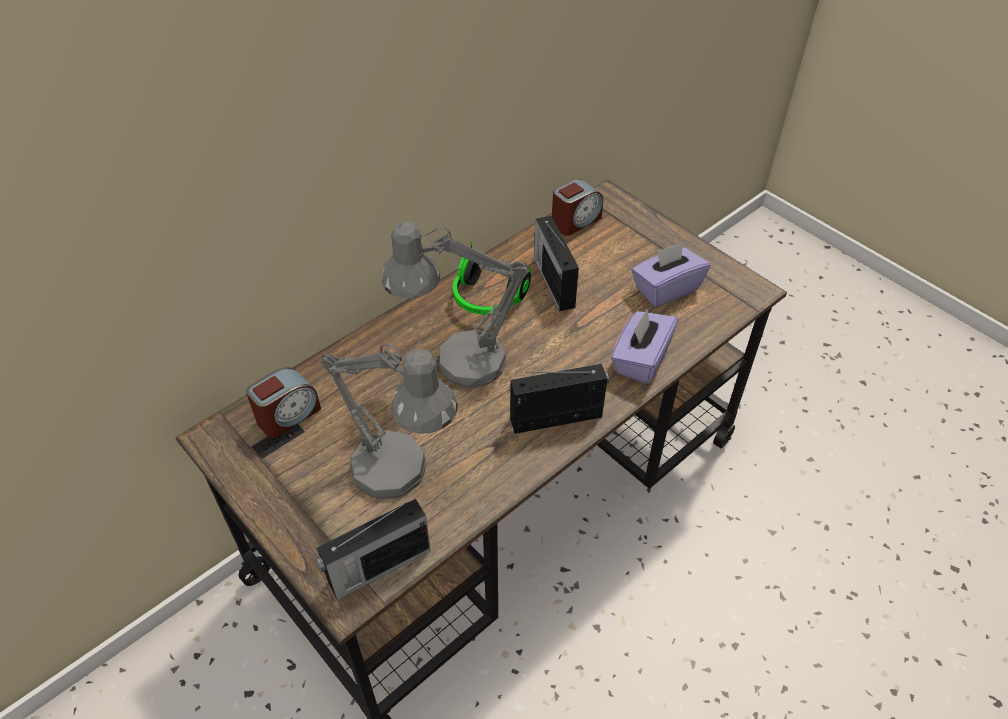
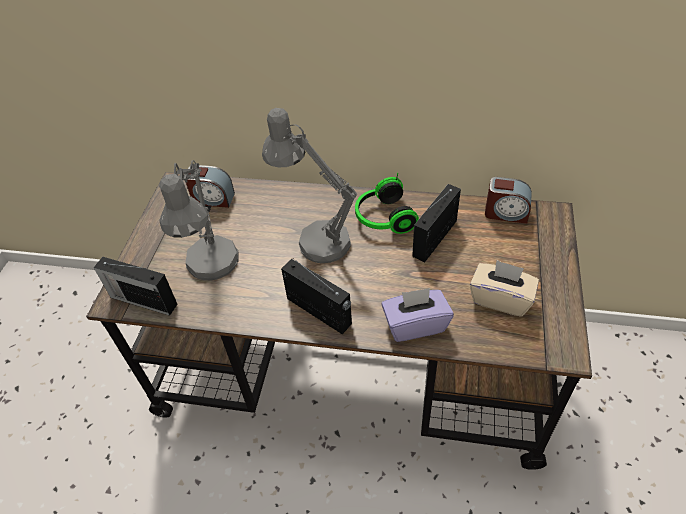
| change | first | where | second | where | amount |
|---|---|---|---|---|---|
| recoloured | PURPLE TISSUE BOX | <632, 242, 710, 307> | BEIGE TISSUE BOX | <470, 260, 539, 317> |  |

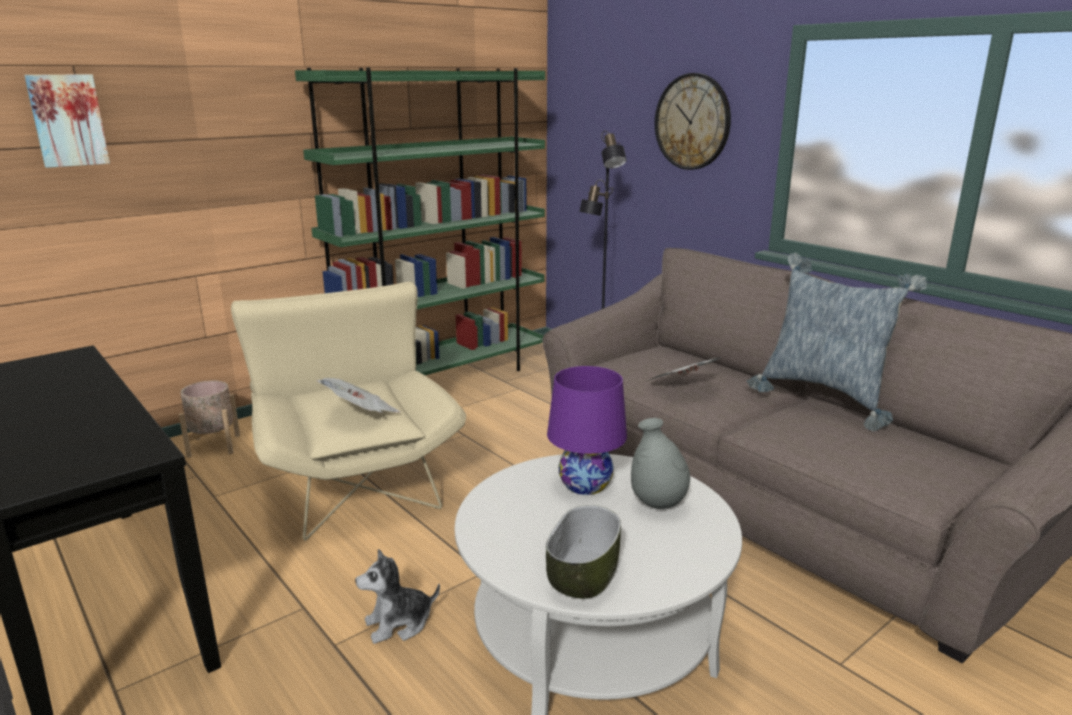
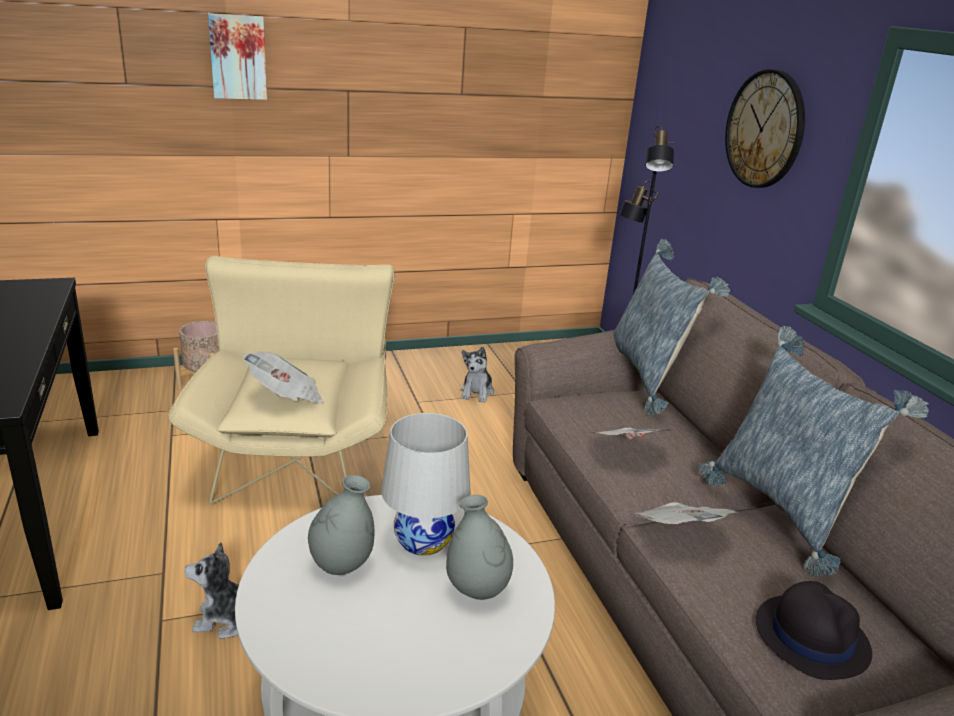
| change | first | where | second | where | amount |
|---|---|---|---|---|---|
| removed | GREEN BOOKCASE | <295, 68, 545, 375> |  |  |  |
| moved | PICTURE | <24, 75, 110, 168> |  | <208, 13, 267, 100> |  |
| recoloured | PURPLE TABLE LAMP | <547, 366, 627, 495> | WHITE TABLE LAMP | <381, 413, 471, 556> |  |
| removed | BOWL | <546, 505, 621, 599> |  |  |  |
| added |  |  | PILLOW | <613, 239, 730, 416> |  |
| added |  |  | PLUSH TOY | <461, 347, 494, 403> |  |
| added |  |  | GREY VASE | <308, 475, 375, 575> |  |
| added |  |  | NEWSPAPER | <634, 502, 738, 524> |  |
| added |  |  | BLACK HAT | <756, 581, 872, 680> |  |

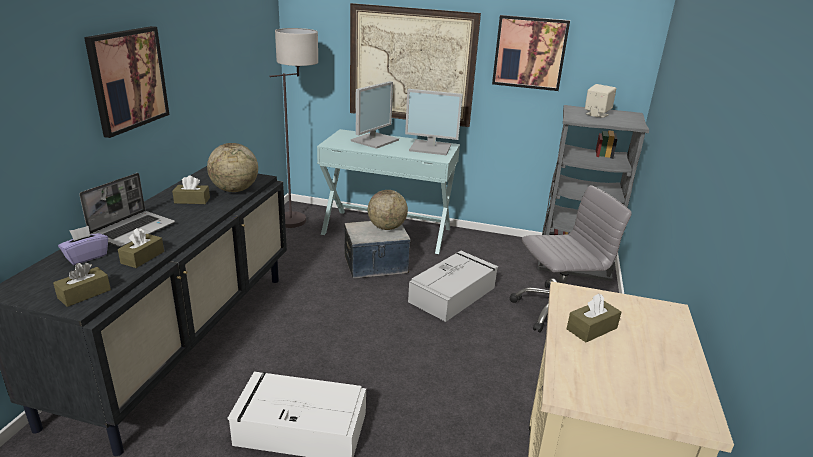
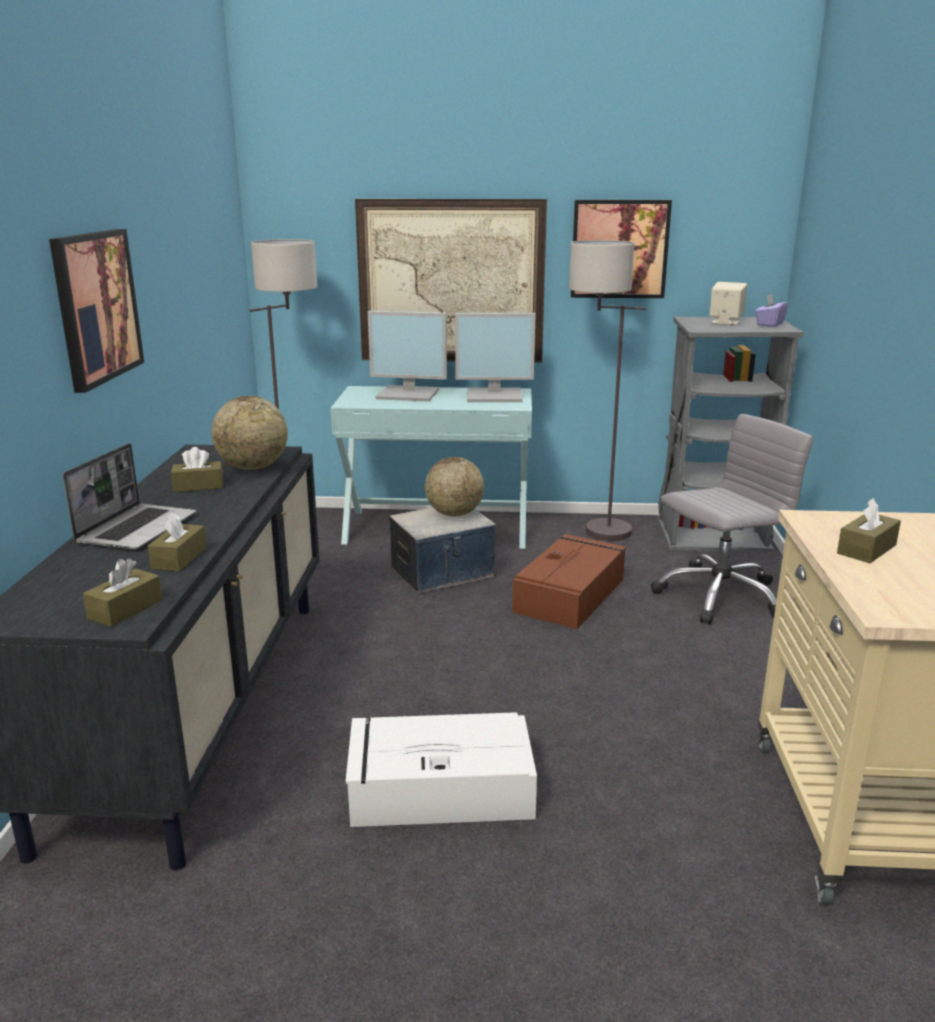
| change | first | where | second | where | amount |
|---|---|---|---|---|---|
| turned | MONITOR | <351, 81, 399, 149> |  | <368, 311, 447, 402> | 75 degrees clockwise |
| moved | PURPLE TISSUE BOX | <58, 226, 108, 265> |  | <755, 294, 788, 327> |  |
| recoloured | GREY STORAGE BOX | <408, 251, 498, 322> | BROWN STORAGE BOX | <512, 534, 626, 629> |  |
| added |  |  | GREY FLOOR LAMP | <569, 240, 647, 541> |  |

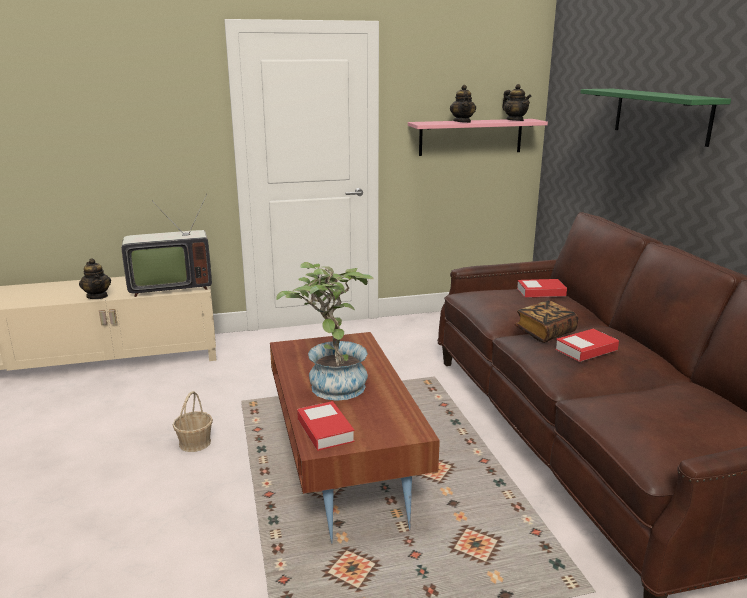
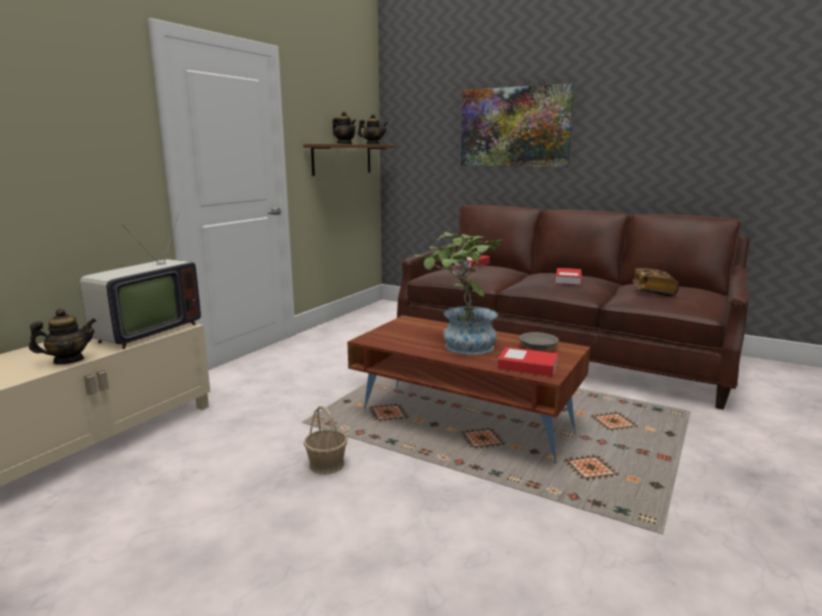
| change | first | where | second | where | amount |
|---|---|---|---|---|---|
| replaced | GREEN SHELF | <580, 89, 731, 147> | PICTURE | <461, 83, 575, 167> |  |
| recoloured | PINK SHELF | <408, 119, 548, 156> | BROWN SHELF | <303, 144, 395, 176> |  |
| turned | TEAPOT | <79, 258, 111, 299> |  | <29, 308, 96, 364> | 45 degrees counterclockwise |
| moved | BOOK | <515, 300, 578, 343> |  | <632, 268, 679, 296> |  |
| added |  |  | GREY BOWL | <519, 332, 559, 350> |  |

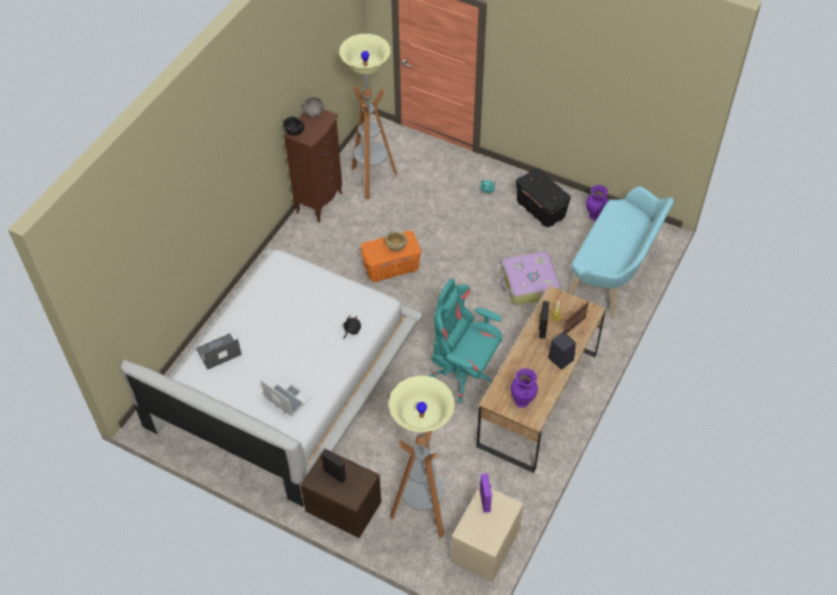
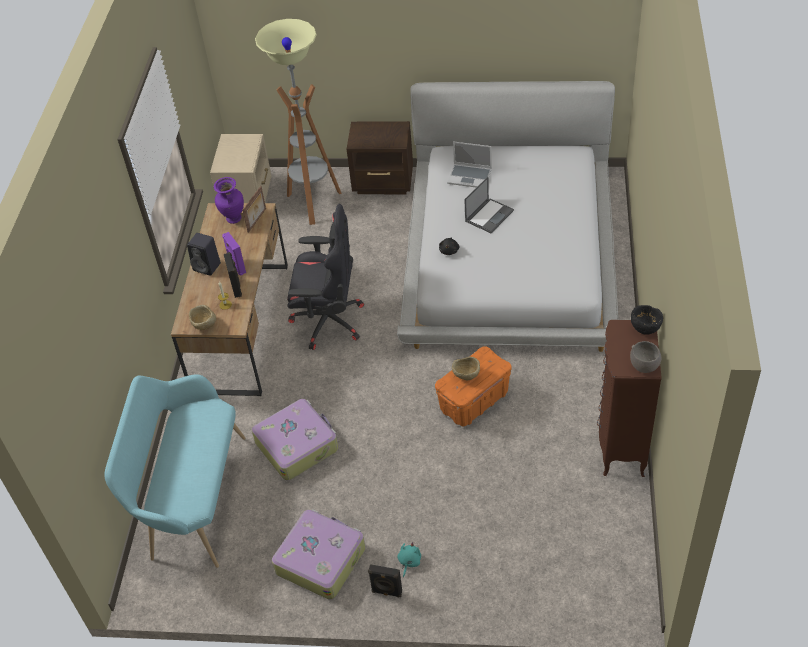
| change | first | where | second | where | amount |
|---|---|---|---|---|---|
| removed | FLOOR LAMP | <339, 34, 397, 199> |  |  |  |
| replaced | BLACK STORAGE BOX | <516, 168, 571, 227> | SUITCASE | <272, 509, 366, 600> |  |
| removed | PURPLE VASE | <586, 185, 608, 220> |  |  |  |
| recoloured | TURQUOISE OFFICE CHAIR | <430, 278, 502, 403> | BLACK OFFICE CHAIR | <287, 204, 364, 350> |  |
| moved | PICTURE FRAME | <563, 301, 589, 334> |  | <242, 186, 266, 233> |  |
| moved | LAPTOP | <196, 333, 242, 370> |  | <464, 177, 514, 233> |  |
| moved | BLACK SPEAKER | <321, 450, 347, 484> |  | <368, 564, 402, 597> |  |
| moved | PURPLE SPEAKER | <480, 473, 492, 513> |  | <222, 232, 246, 276> |  |
| added |  |  | BEIGE BOWL | <189, 305, 216, 330> |  |

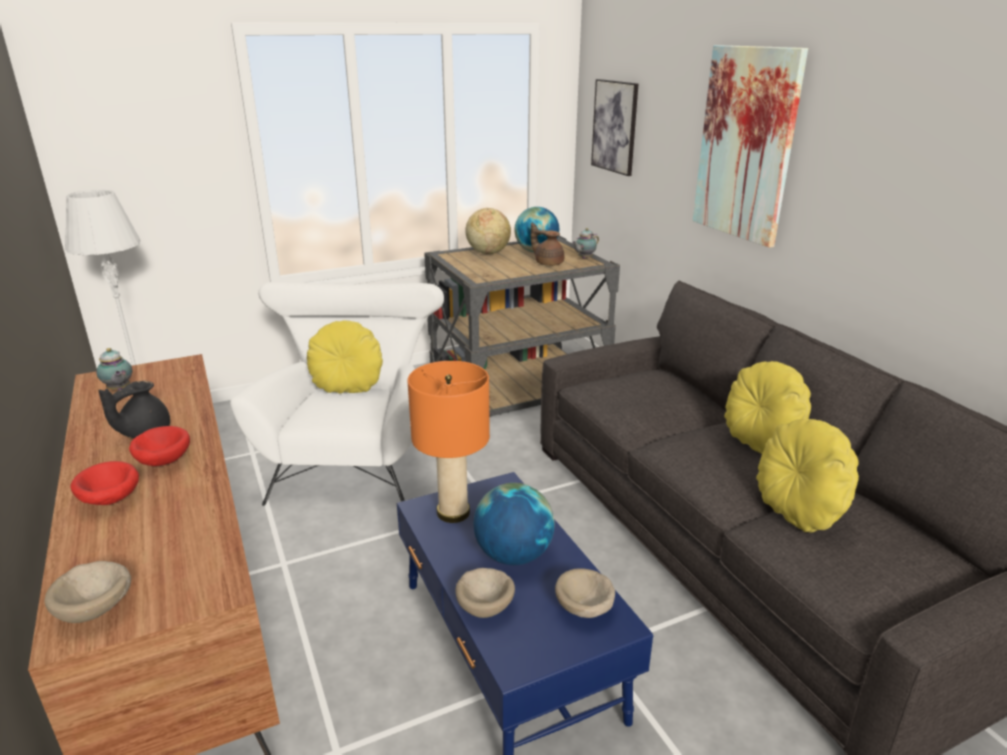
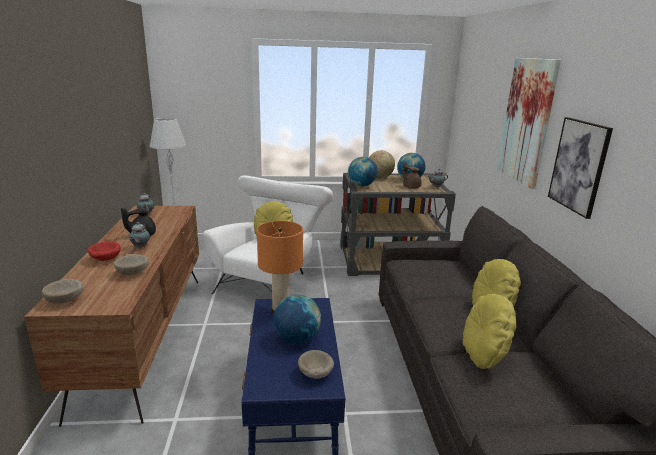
| change | first | where | second | where | amount |
|---|---|---|---|---|---|
| moved | PICTURE | <591, 79, 638, 176> |  | <548, 117, 613, 219> |  |
| replaced | RED BOWL | <129, 426, 190, 466> | TEAPOT | <129, 222, 150, 249> |  |
| moved | BEIGE BOWL | <456, 568, 515, 618> |  | <114, 254, 149, 275> |  |
| added |  |  | GLOBE | <348, 157, 377, 187> |  |

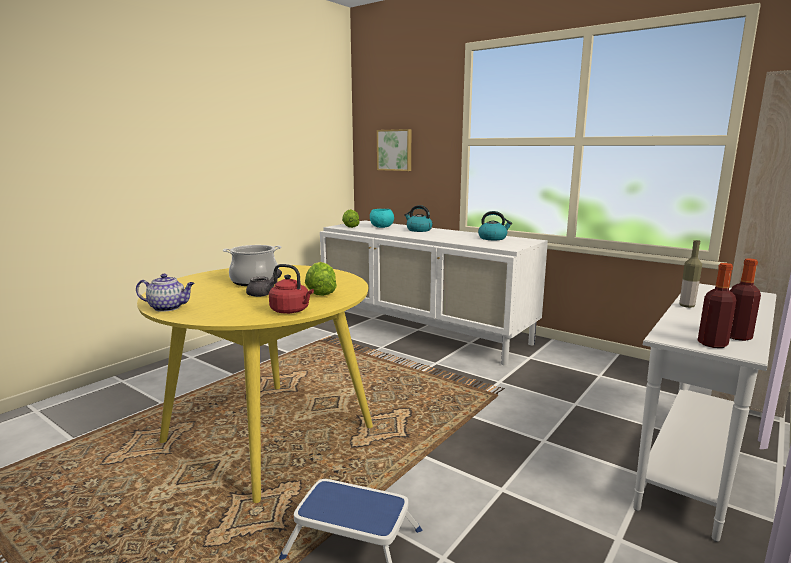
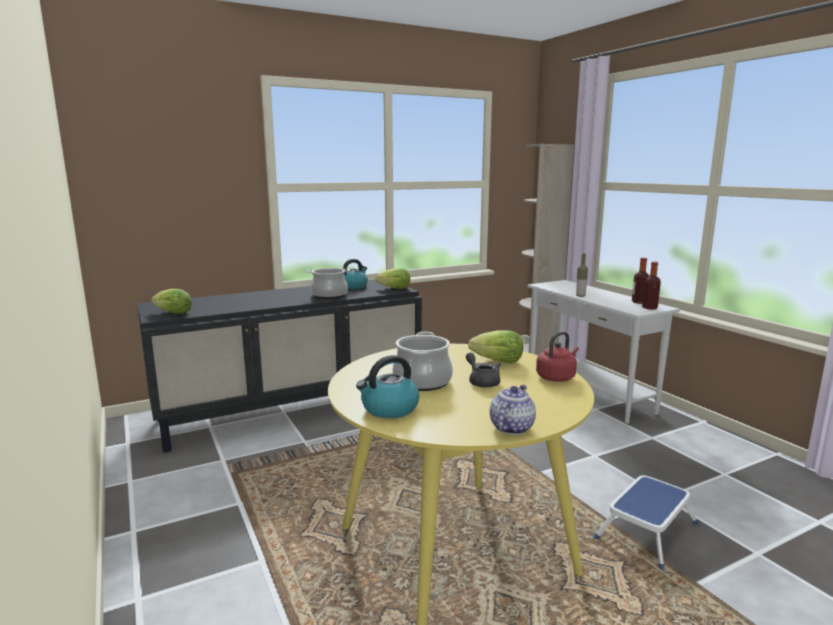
| change | first | where | second | where | amount |
|---|---|---|---|---|---|
| removed | PICTURE | <377, 129, 411, 171> |  |  |  |
| moved | KETTLE | <404, 205, 433, 232> |  | <356, 355, 419, 418> |  |
| removed | TURQUOISE BOWL | <370, 209, 394, 228> |  |  |  |
| recoloured | WHITE CABINET | <320, 220, 548, 366> | BLACK CABINET | <137, 279, 422, 452> |  |
| added |  |  | COOKING POT | <307, 268, 350, 299> |  |
| added |  |  | LETTUCE | <376, 268, 410, 289> |  |

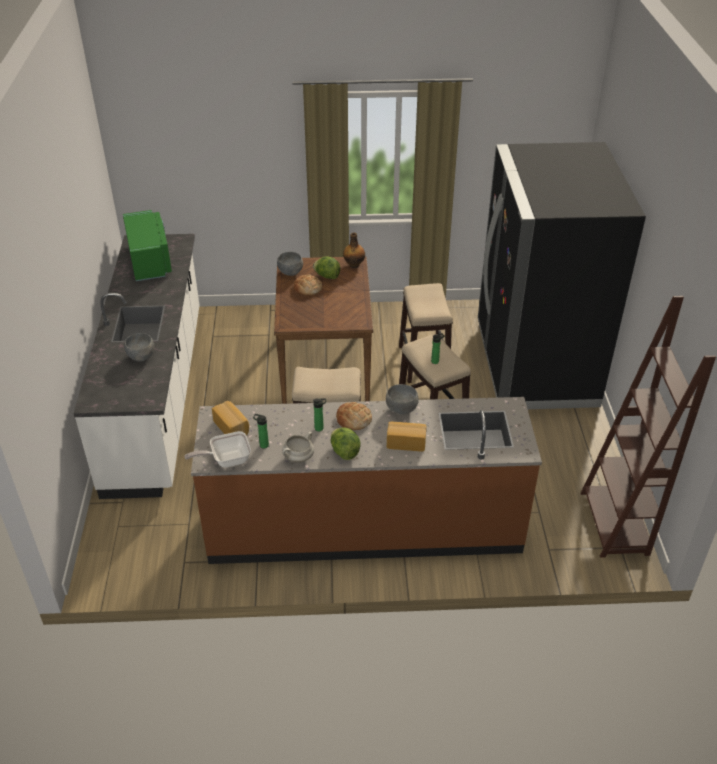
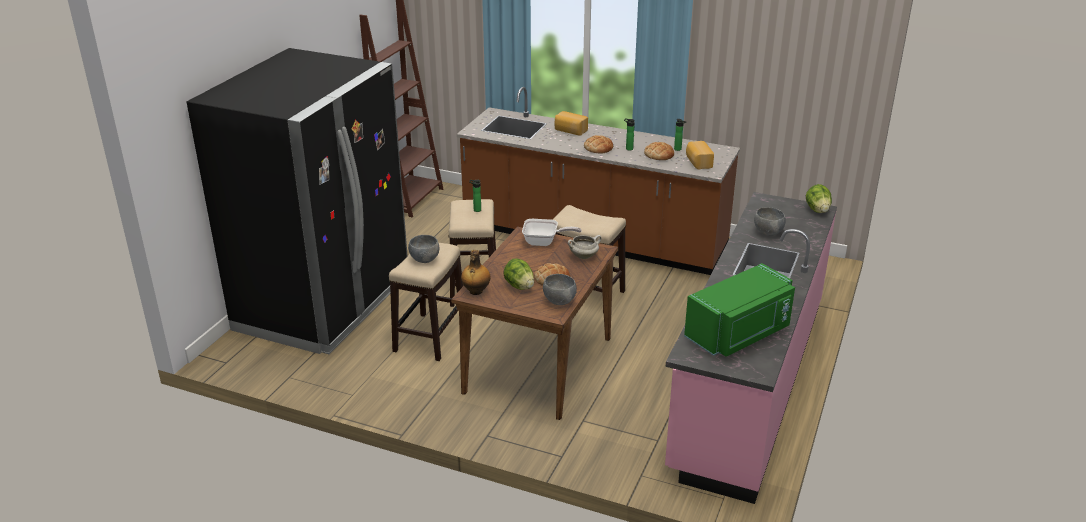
| change | first | where | second | where | amount |
|---|---|---|---|---|---|
| turned | GREEN MICROWAVE | <123, 210, 172, 281> |  | <684, 263, 795, 357> | 135 degrees counterclockwise |
| recoloured | WHITE COUNTER | <73, 234, 200, 499> | PINK COUNTER | <665, 192, 837, 504> |  |
| moved | GREY BOWL | <386, 384, 419, 414> |  | <408, 235, 440, 263> |  |
| moved | LETTUCE | <331, 427, 361, 460> |  | <806, 184, 832, 213> |  |
| moved | FRYING PAN | <185, 431, 251, 468> |  | <522, 219, 582, 246> |  |
| moved | WHITE COOKING POT | <282, 432, 314, 463> |  | <568, 235, 601, 259> |  |
| added |  |  | BREAD | <644, 142, 674, 160> |  |

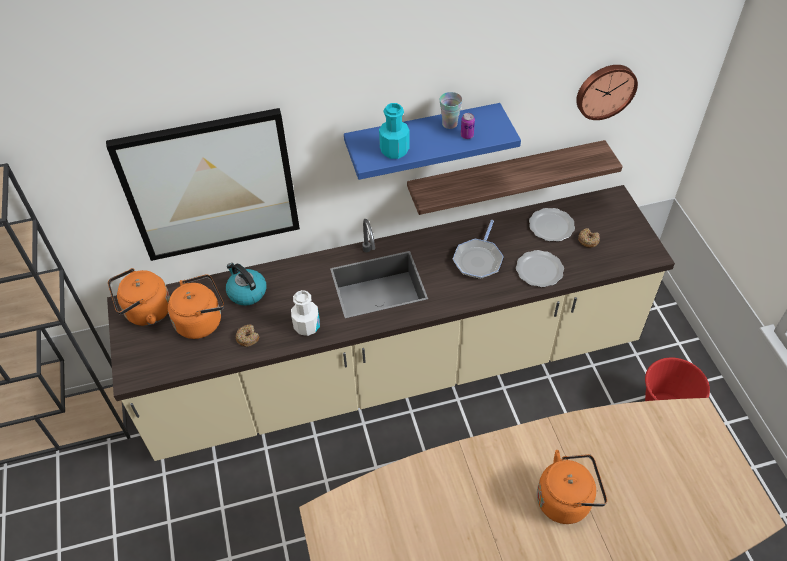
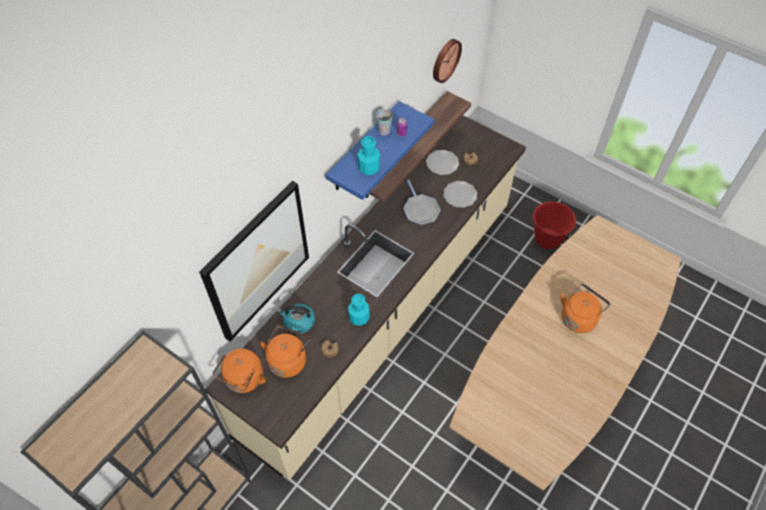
| change | first | where | second | where | amount |
|---|---|---|---|---|---|
| recoloured | WHITE BOTTLE | <291, 290, 320, 336> | TURQUOISE BOTTLE | <348, 294, 370, 326> |  |

